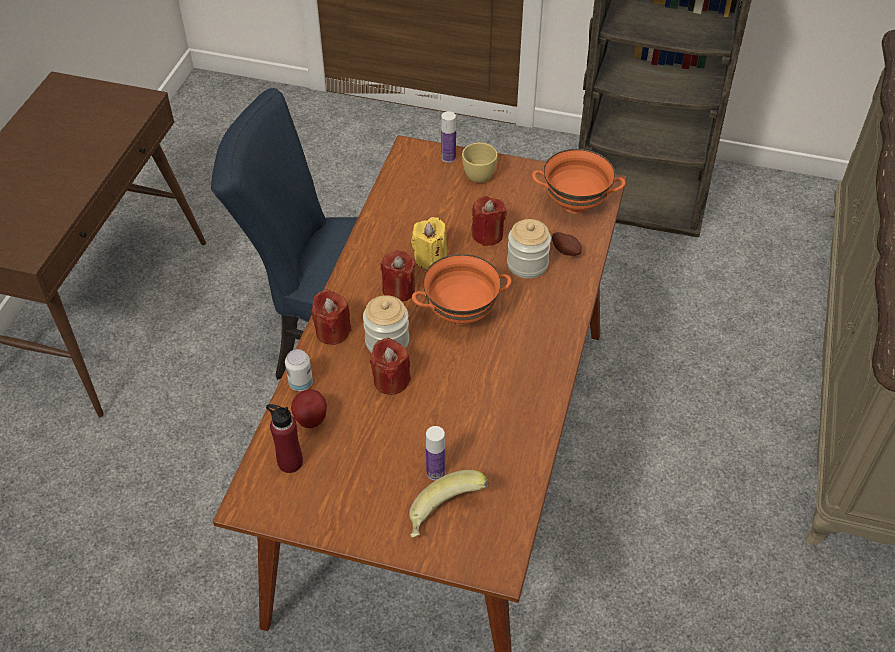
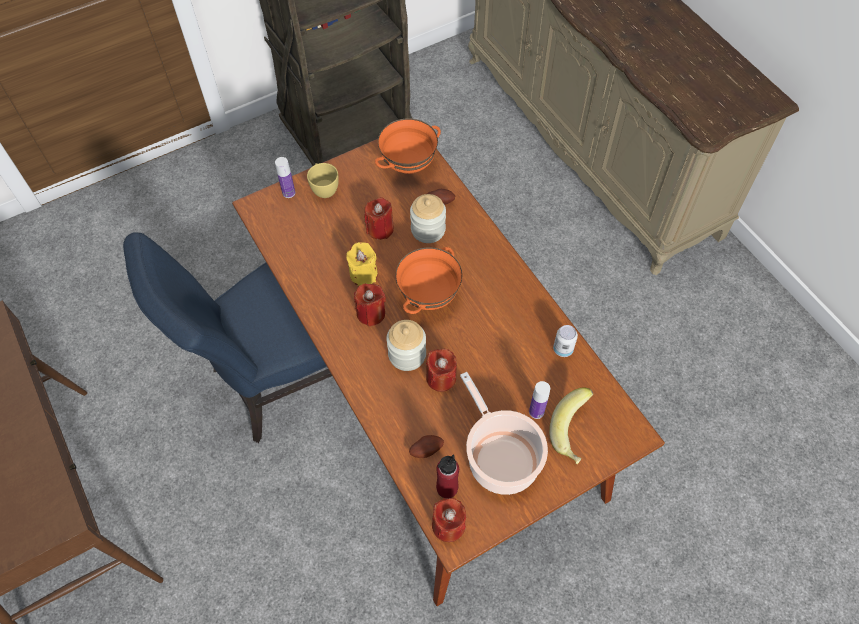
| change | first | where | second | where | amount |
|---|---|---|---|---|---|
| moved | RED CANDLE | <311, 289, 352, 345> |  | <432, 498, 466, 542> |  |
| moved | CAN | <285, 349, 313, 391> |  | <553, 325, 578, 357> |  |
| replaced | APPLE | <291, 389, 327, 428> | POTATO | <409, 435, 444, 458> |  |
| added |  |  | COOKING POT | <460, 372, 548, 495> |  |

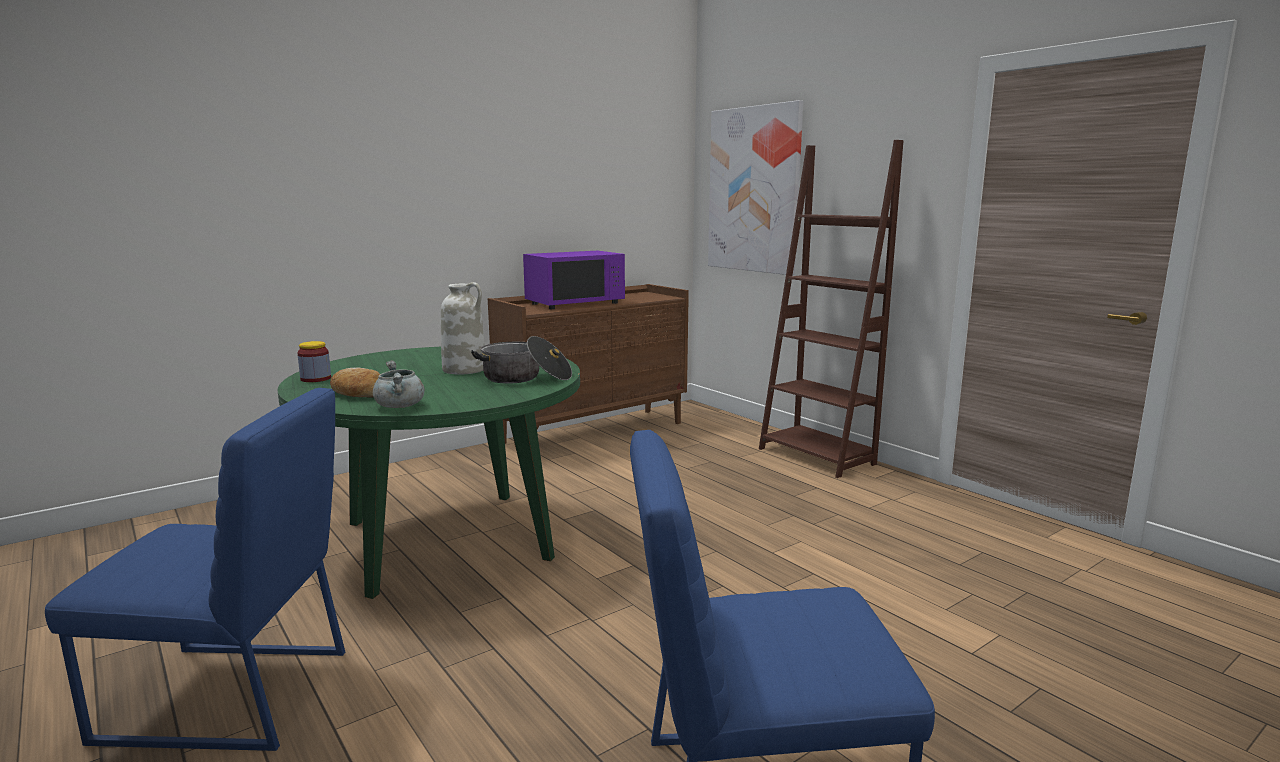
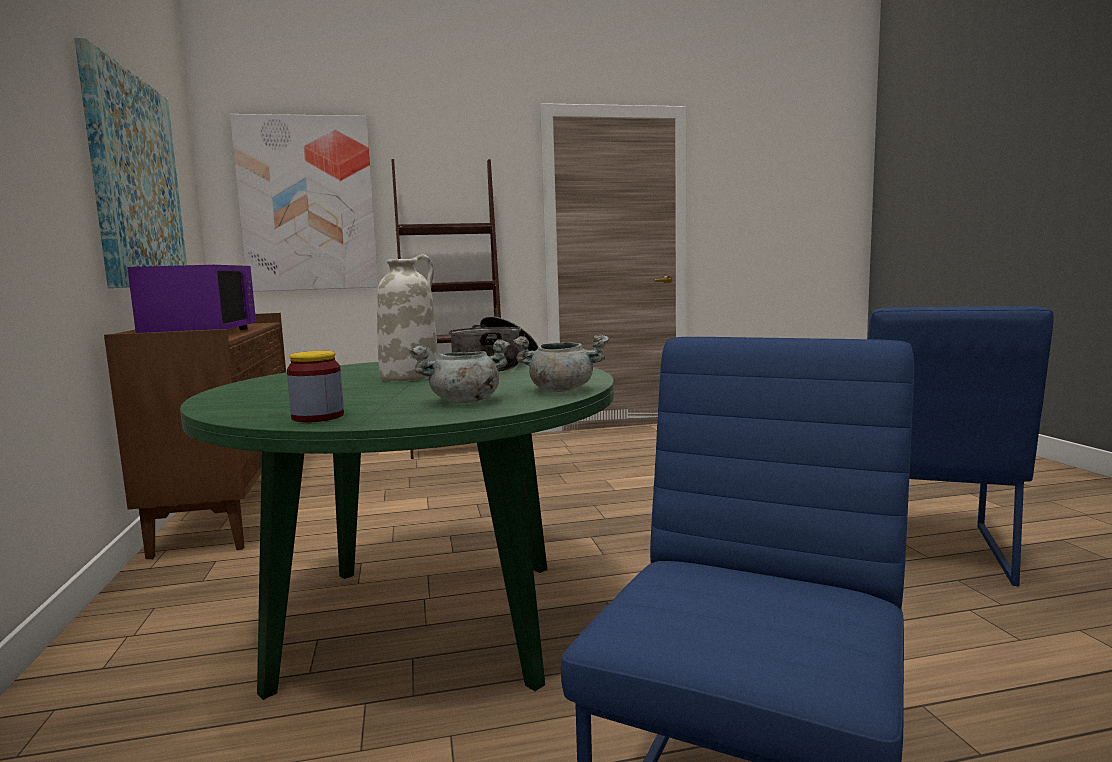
| change | first | where | second | where | amount |
|---|---|---|---|---|---|
| replaced | BREAD | <330, 368, 380, 397> | GREY COOKING POT | <409, 339, 510, 403> |  |
| added |  |  | PICTURE | <74, 37, 187, 288> |  |

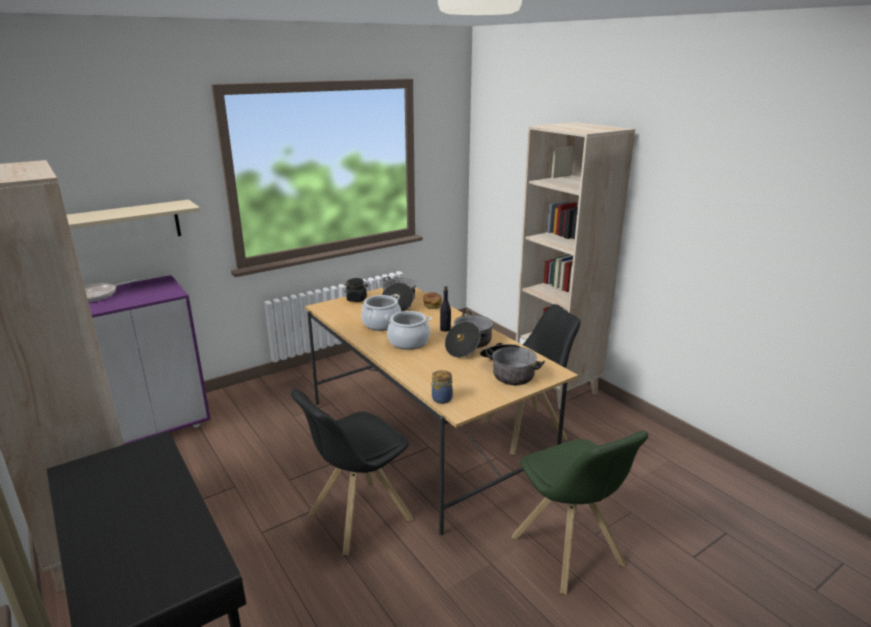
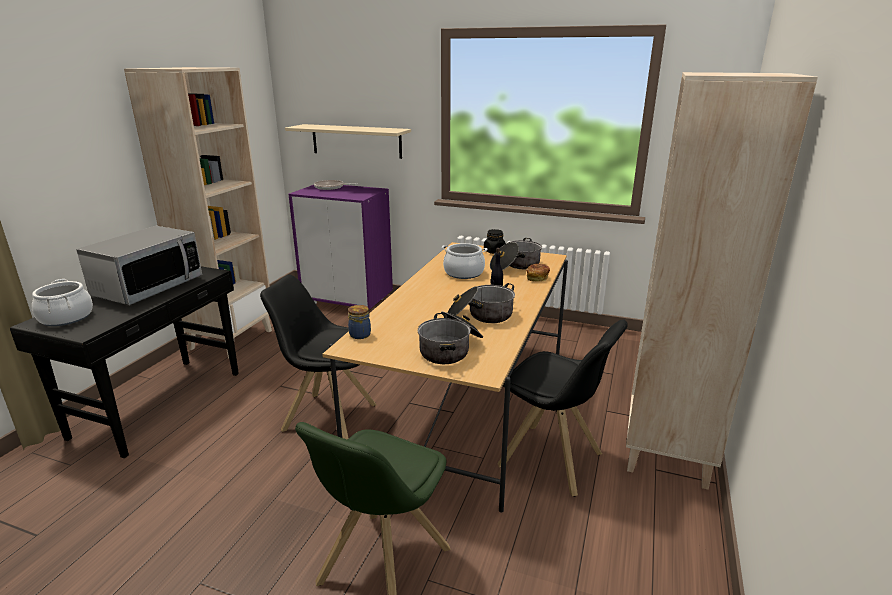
| change | first | where | second | where | amount |
|---|---|---|---|---|---|
| moved | COOKING POT | <385, 311, 432, 350> |  | <32, 279, 93, 326> |  |
| added |  |  | MICROWAVE | <76, 226, 202, 305> |  |

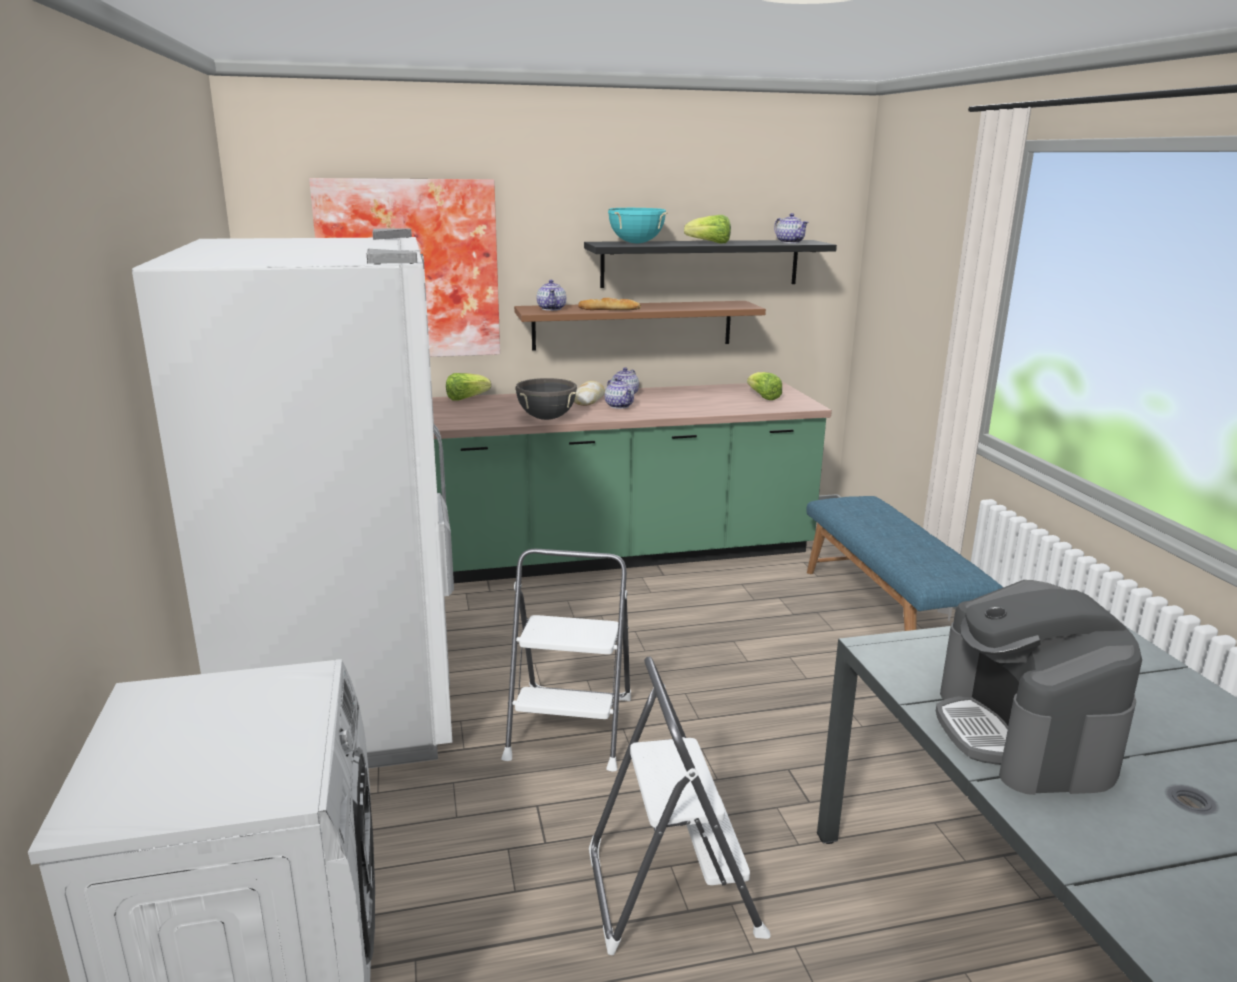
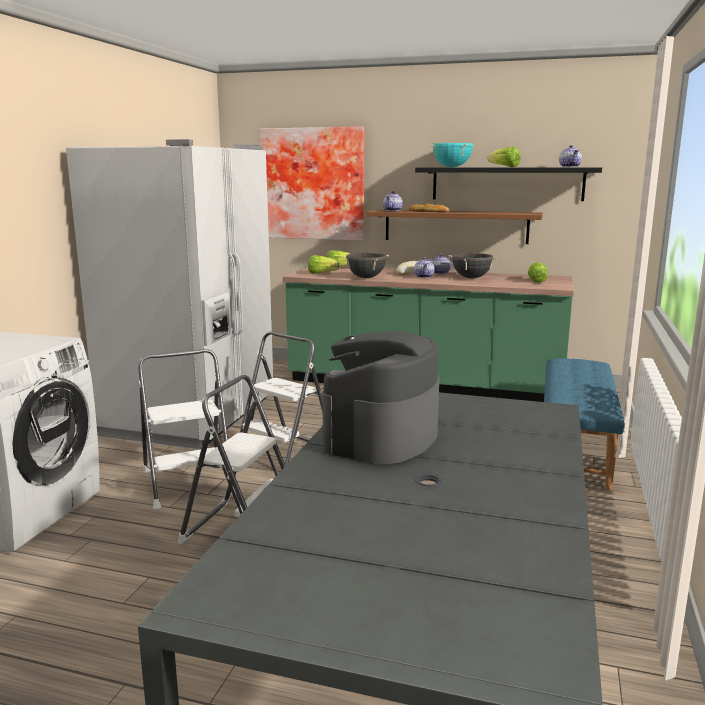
| change | first | where | second | where | amount |
|---|---|---|---|---|---|
| added |  |  | BLACK COOKING POT | <449, 253, 497, 279> |  |
| added |  |  | LETTUCE | <308, 255, 340, 274> |  |
| added |  |  | WHITE STEP LADDER | <138, 349, 236, 509> |  |

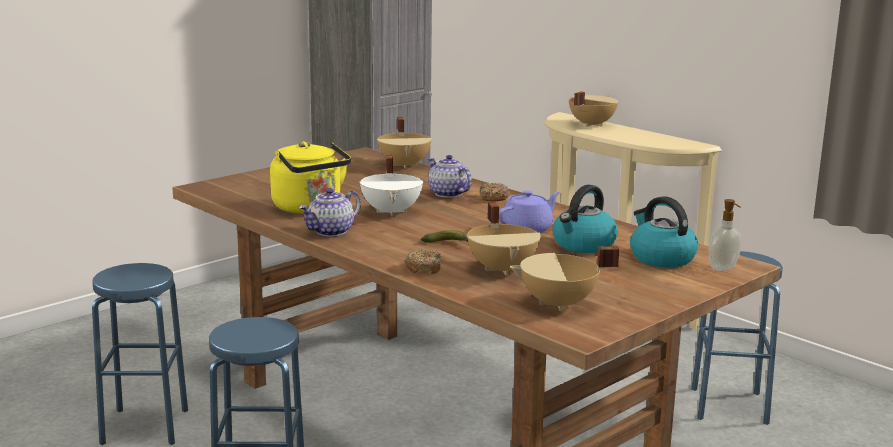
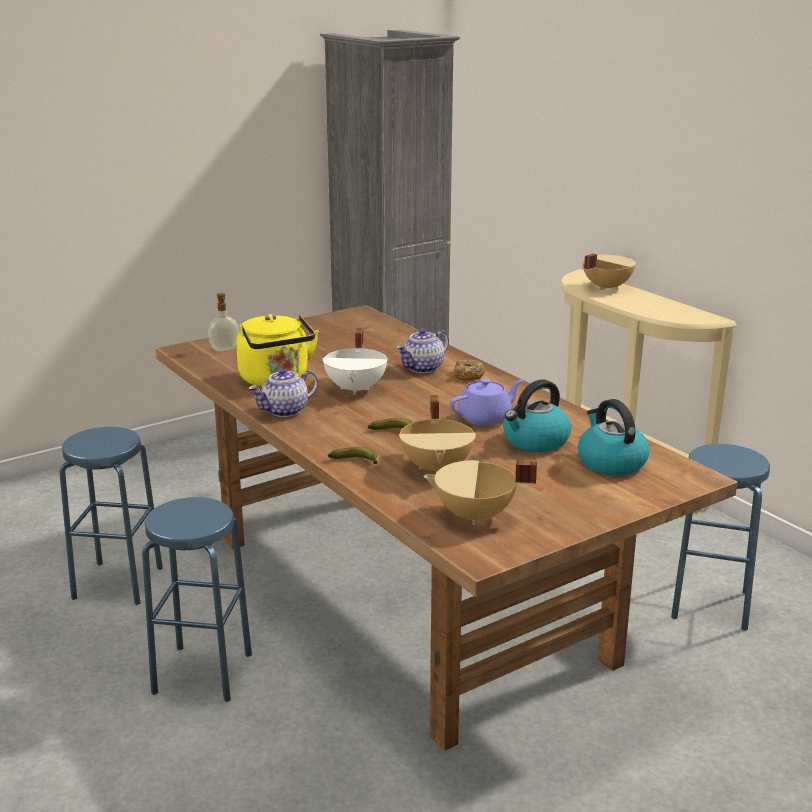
| change | first | where | second | where | amount |
|---|---|---|---|---|---|
| removed | BEIGE COOKING POT | <377, 117, 432, 169> |  |  |  |
| turned | TEAPOT | <428, 155, 472, 198> |  | <396, 329, 449, 373> | 105 degrees counterclockwise |
| moved | SOAP DISPENSER | <709, 199, 741, 271> |  | <208, 293, 239, 351> |  |
| replaced | DONUT | <404, 249, 441, 274> | BANANA | <328, 447, 377, 464> |  |

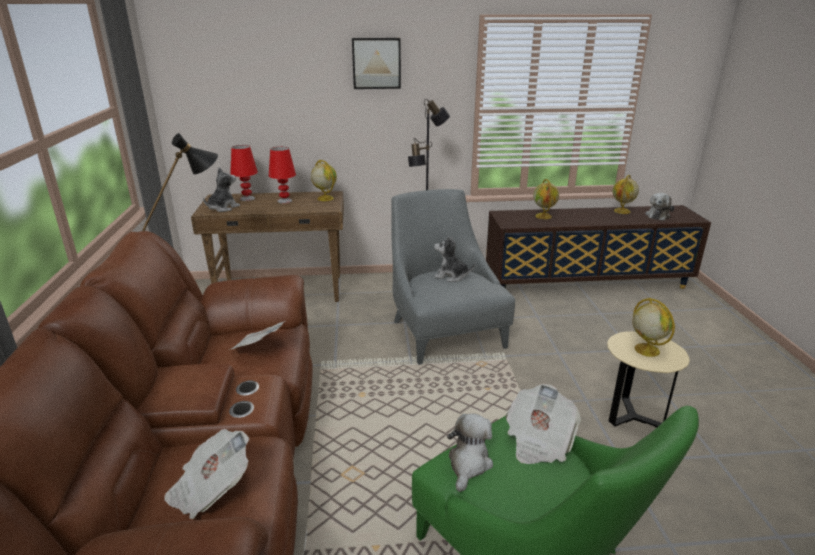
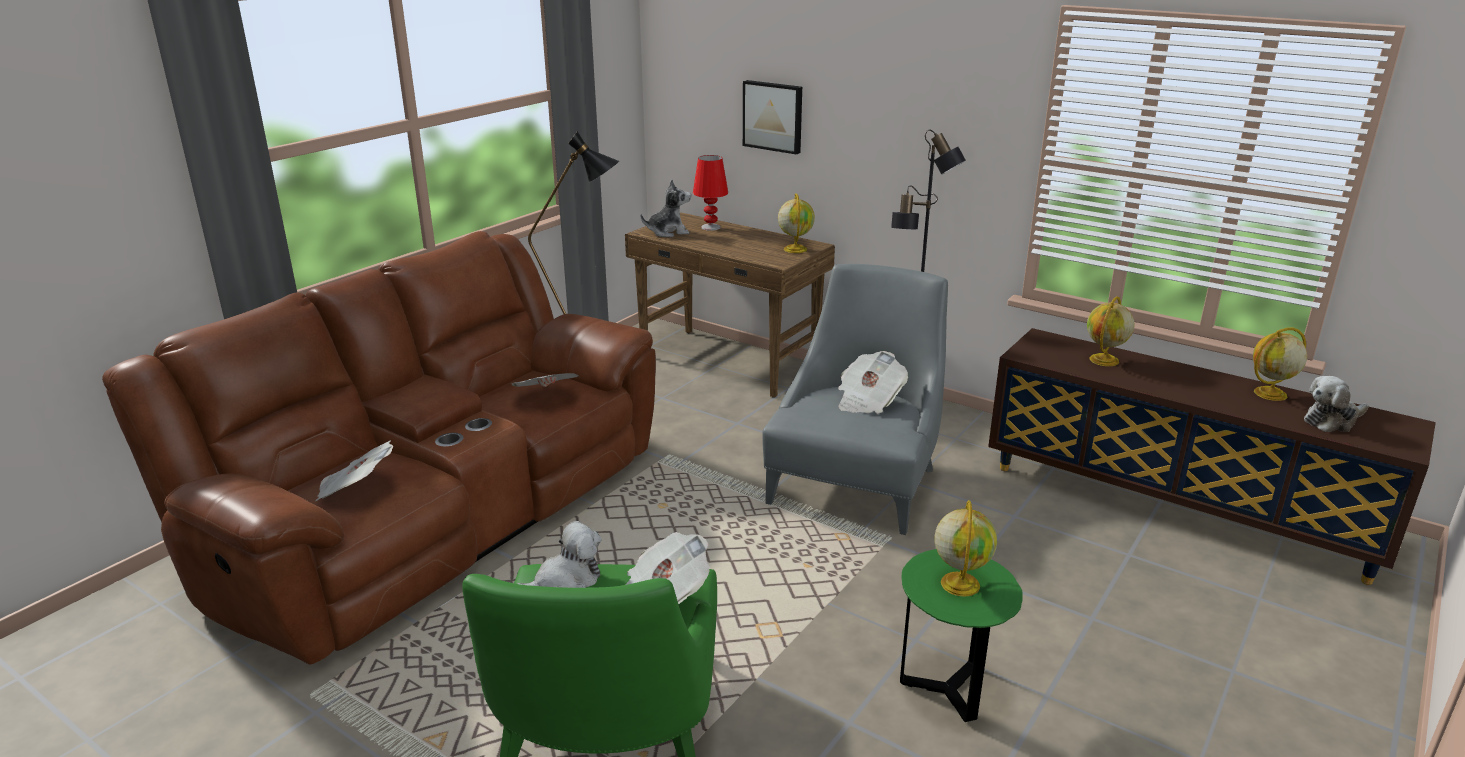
| change | first | where | second | where | amount |
|---|---|---|---|---|---|
| moved | PICTURE | <352, 38, 401, 89> |  | <743, 80, 802, 154> |  |
| removed | RED TABLE LAMP | <269, 147, 296, 203> |  |  |  |
| replaced | PLUSH TOY | <434, 236, 475, 282> | NEWSPAPER | <838, 351, 908, 414> |  |
| recoloured | BEIGE SIDE TABLE | <607, 331, 690, 428> | GREEN SIDE TABLE | <900, 549, 1023, 722> |  |

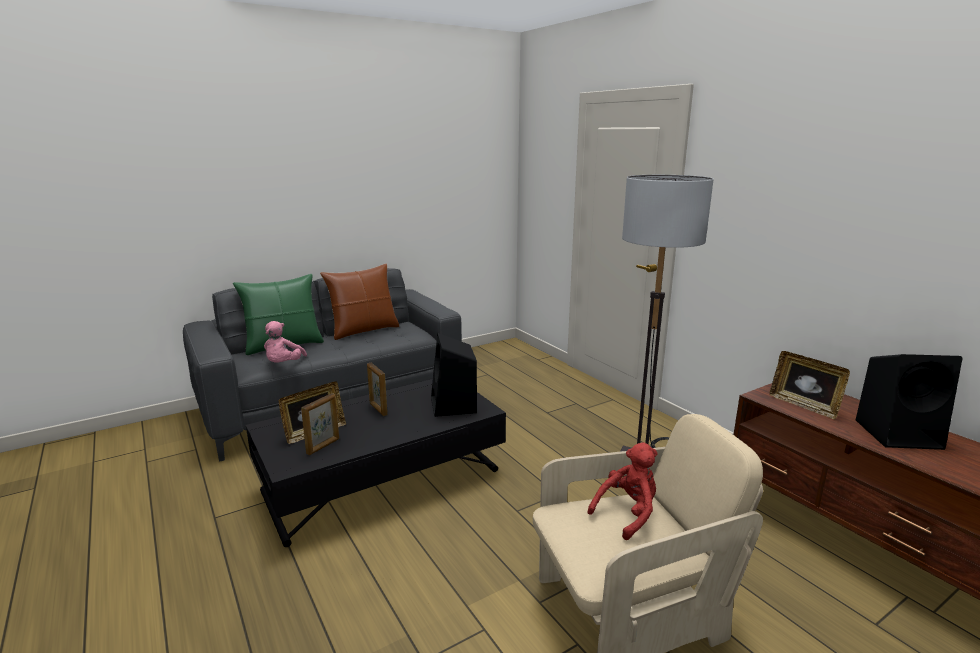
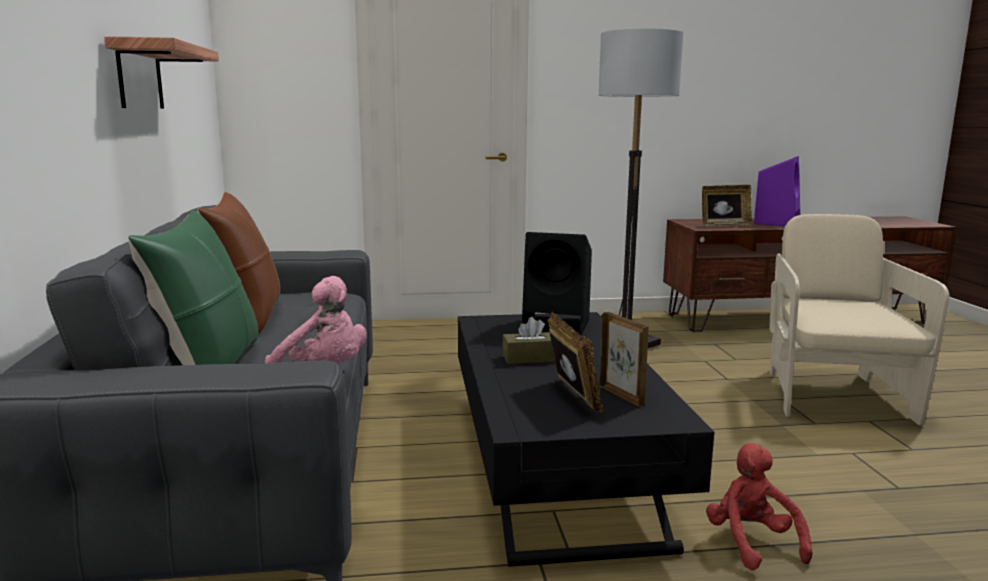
| change | first | where | second | where | amount |
|---|---|---|---|---|---|
| recoloured | BLACK SPEAKER | <856, 354, 963, 450> | PURPLE SPEAKER | <754, 156, 800, 226> |  |
| replaced | PICTURE FRAME | <367, 363, 388, 416> | BROWN TISSUE BOX | <503, 317, 555, 364> |  |
| moved | RED PLUSH TOY | <587, 442, 658, 540> |  | <706, 443, 812, 570> |  |
| added |  |  | SHELF | <104, 36, 219, 109> |  |

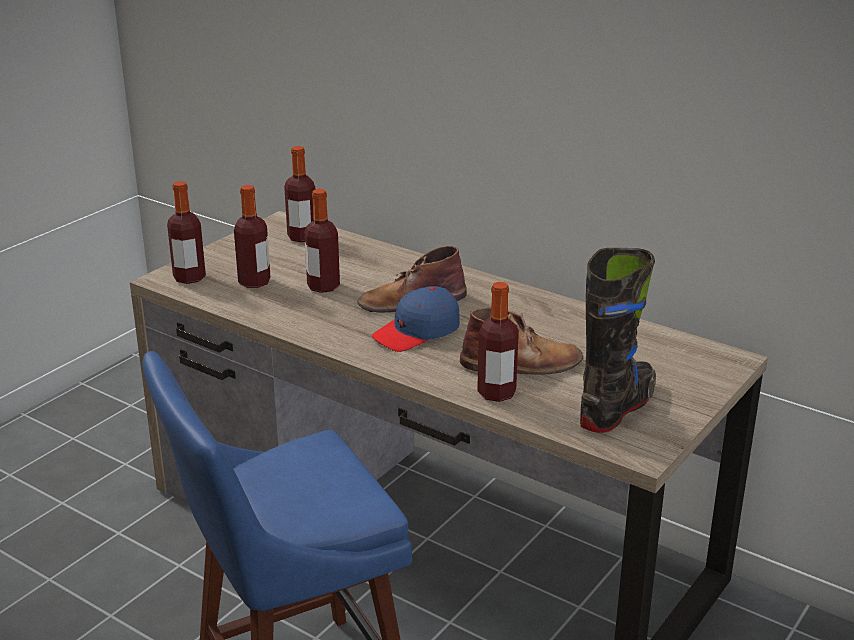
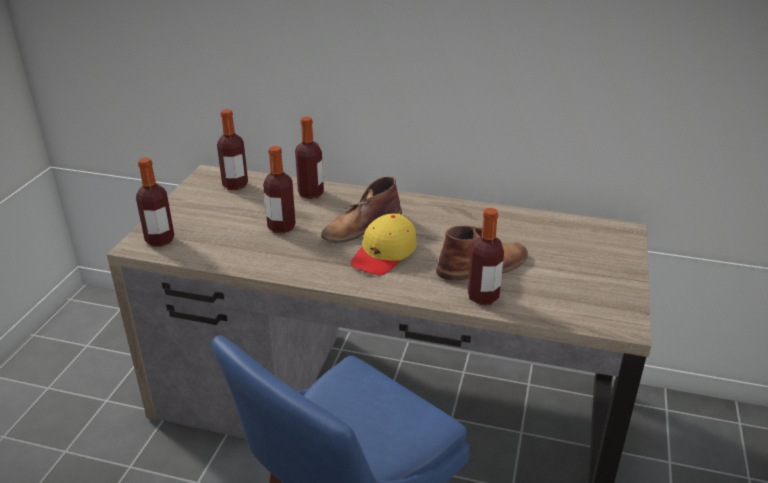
| change | first | where | second | where | amount |
|---|---|---|---|---|---|
| moved | BOTTLE | <234, 185, 270, 288> |  | <295, 117, 324, 199> |  |
| removed | BLACK BOOT | <580, 248, 656, 433> |  |  |  |
| recoloured | BLUE CAP | <372, 286, 460, 352> | YELLOW CAP | <351, 214, 416, 276> |  |

